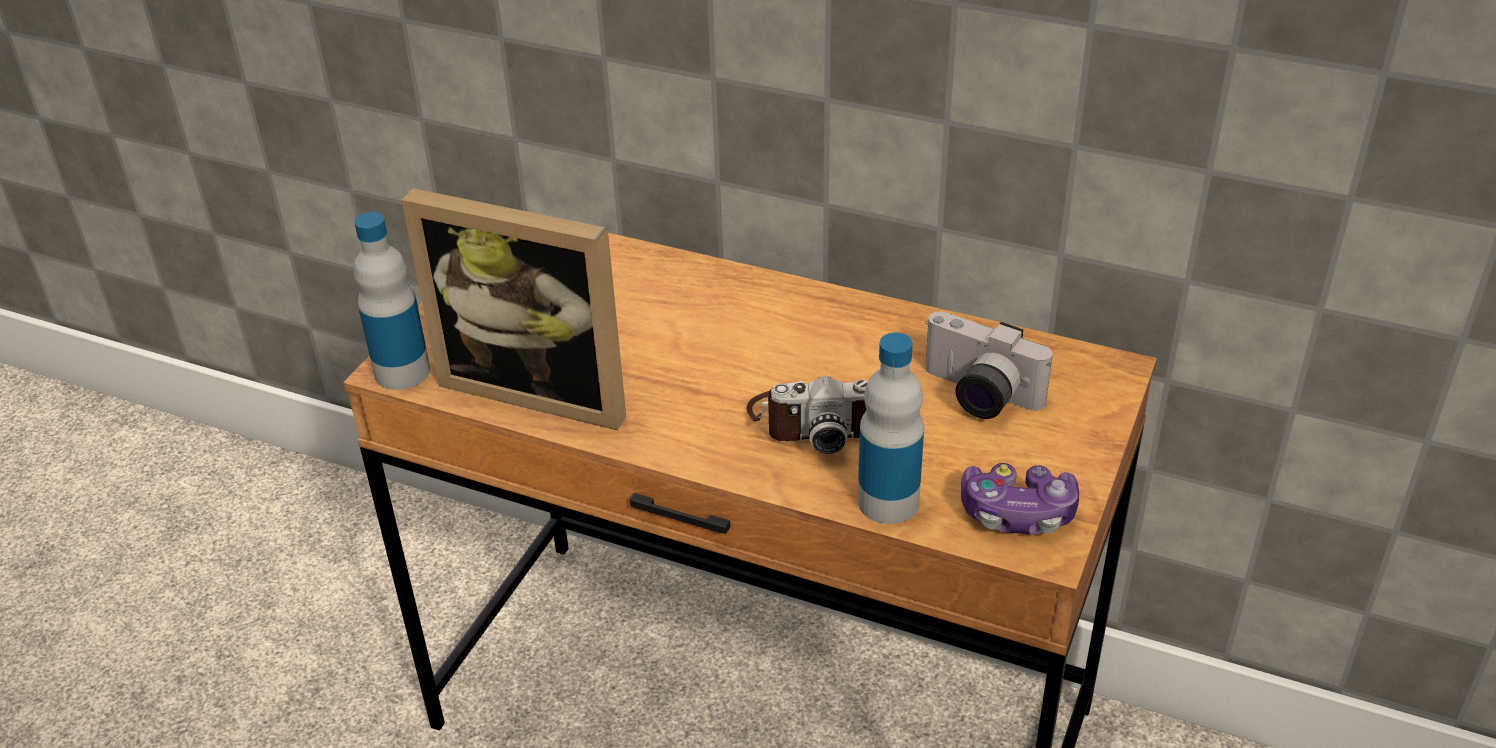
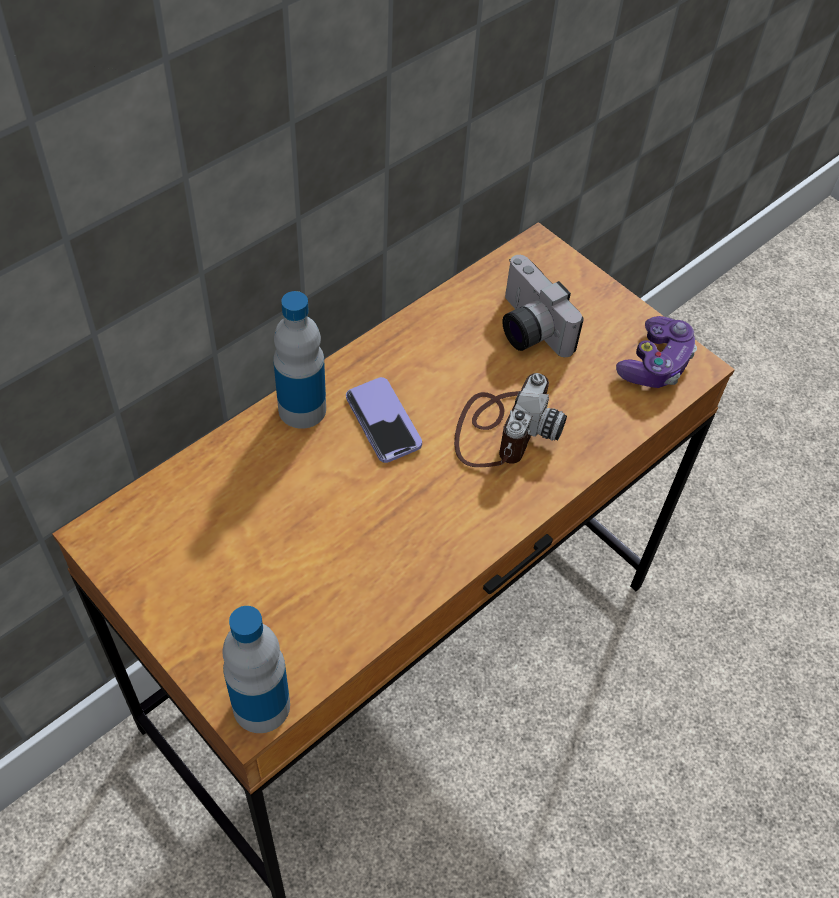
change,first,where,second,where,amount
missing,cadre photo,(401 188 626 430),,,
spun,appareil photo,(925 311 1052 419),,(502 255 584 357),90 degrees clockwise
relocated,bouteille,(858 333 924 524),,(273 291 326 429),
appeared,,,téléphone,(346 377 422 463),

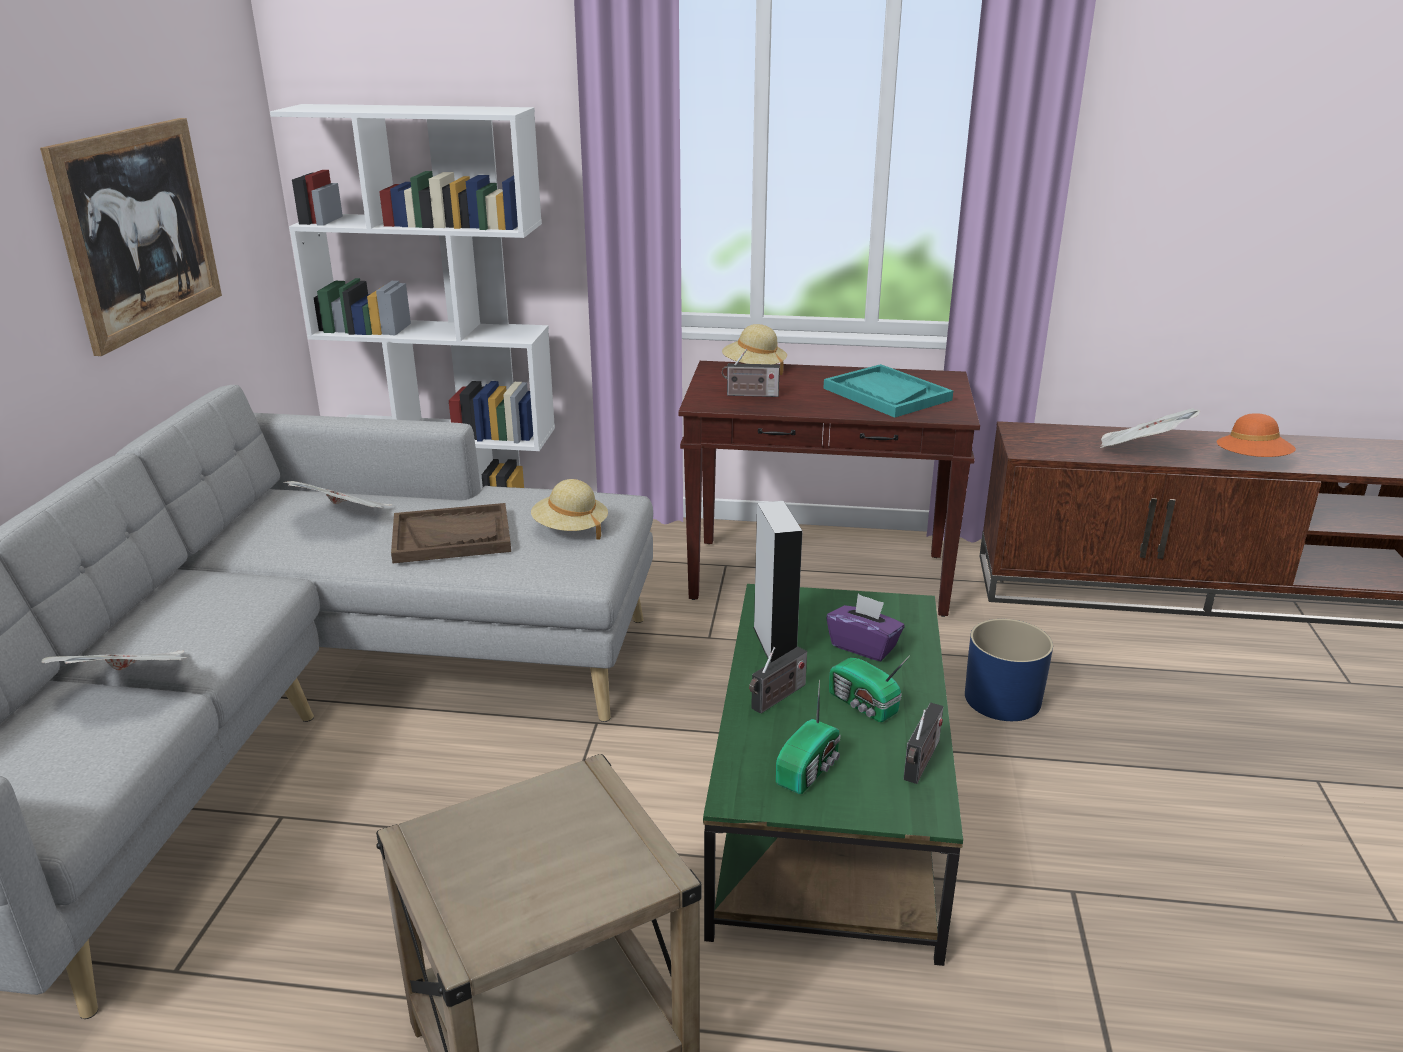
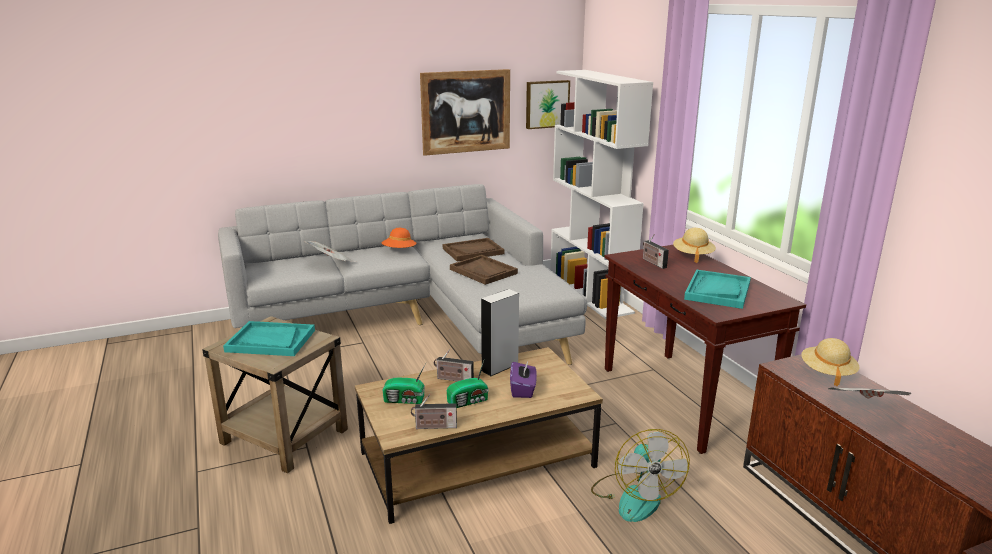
change,first,where,second,where,amount
relocated,chapeau [orange],(1217 413 1296 457),,(382 228 417 248),
relocated,chapeau [beige],(531 479 608 540),,(801 338 859 386),
exchanged,journal,(283 481 392 508),plateau [marron],(443 238 504 261),
colour,table basse [vert],(703 584 963 966),table basse [marron],(355 347 603 524),
exchanged,cache-pot [bleu],(965 619 1053 721),ventilateur,(591 429 690 522),
spun,radio,(829 655 910 722),,(447 361 489 408),135 degrees counterclockwise
appeared,,,tableau,(526 80 570 129),
appeared,,,plateau [turquoise],(223 321 315 356),

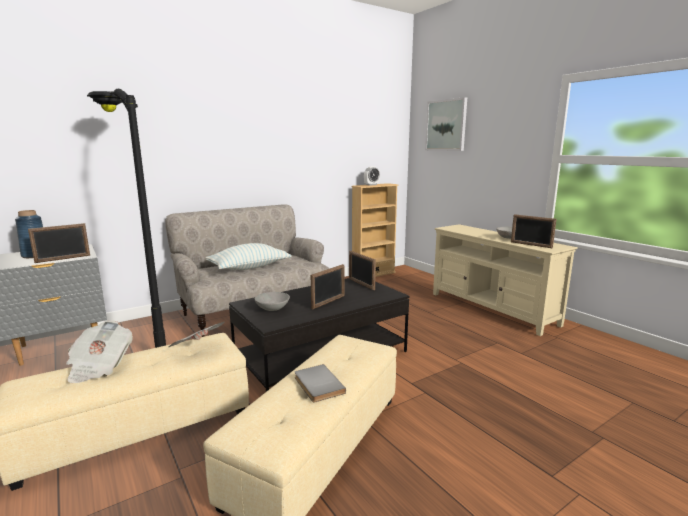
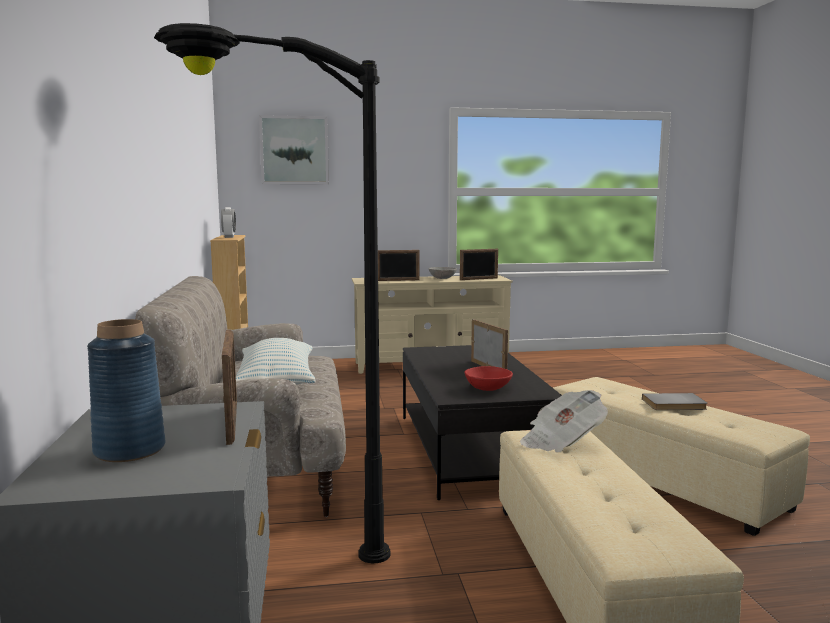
change,first,where,second,where,amount
relocated,cadre photo,(349 251 376 290),,(378 250 420 281),
colour,bol [gris],(255 292 290 311),bol [rouge],(465 366 513 391),
missing,journal,(66 321 133 383),,,

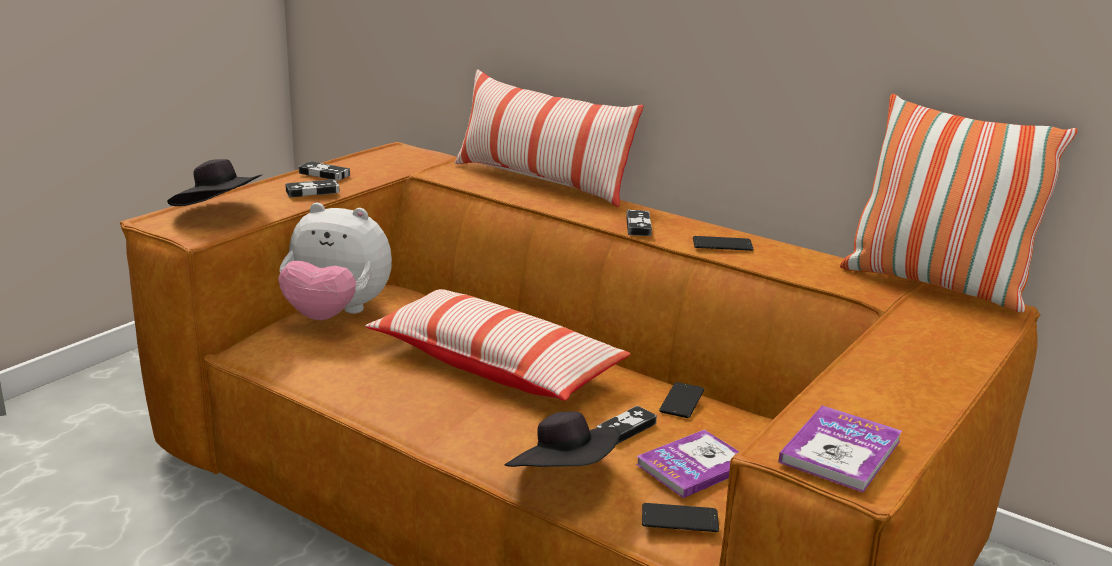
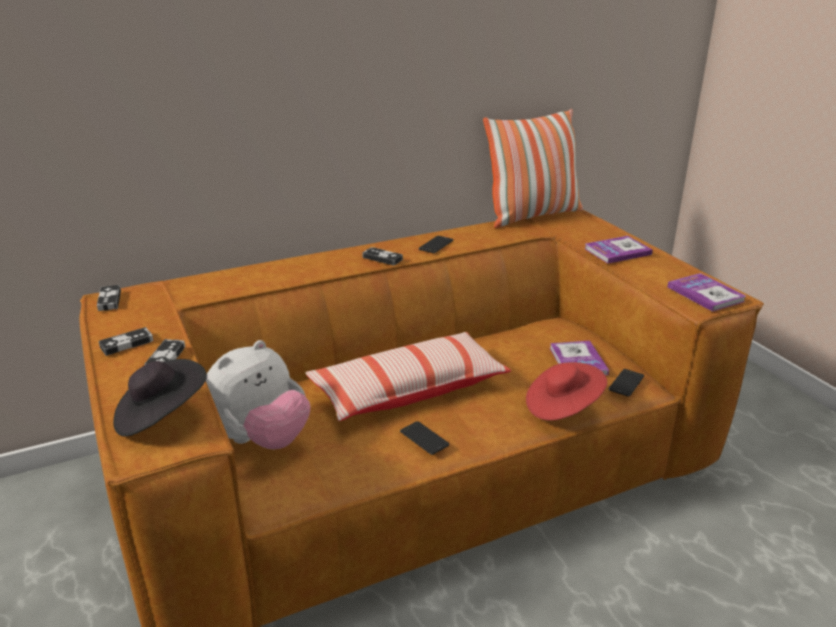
change,first,where,second,where,amount
missing,coussin,(455 69 644 207),,,
relocated,téléphone,(659 382 704 418),,(400 421 449 455),
relocated,manette,(596 406 657 445),,(97 285 121 311),
colour,chapeau [noir],(504 411 621 467),chapeau [rouge],(526 362 607 421),
appeared,,,livre,(585 236 653 264),

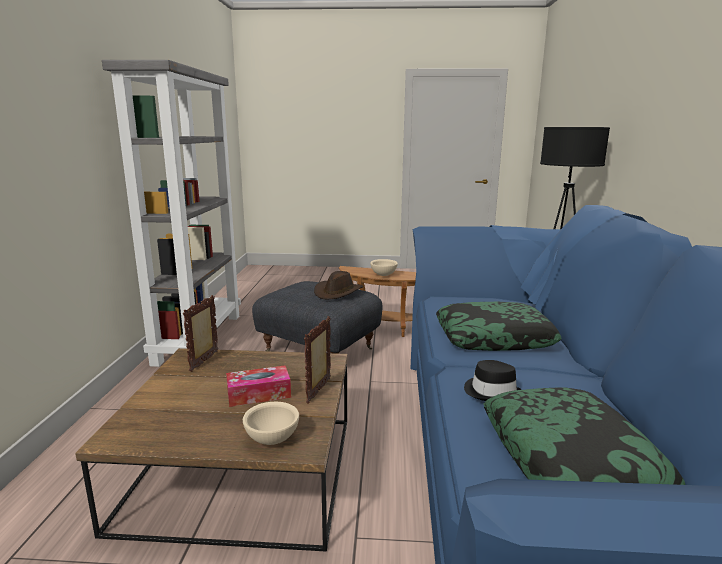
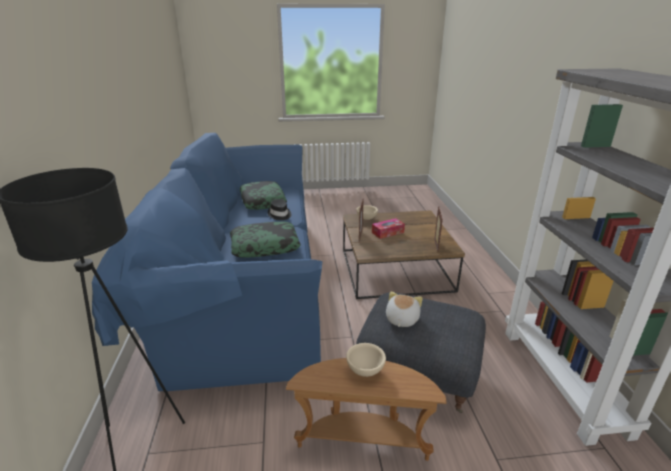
change,first,where,second,where,amount
exchanged,chapeau [marron],(314 271 363 299),peluche,(386 292 423 327),

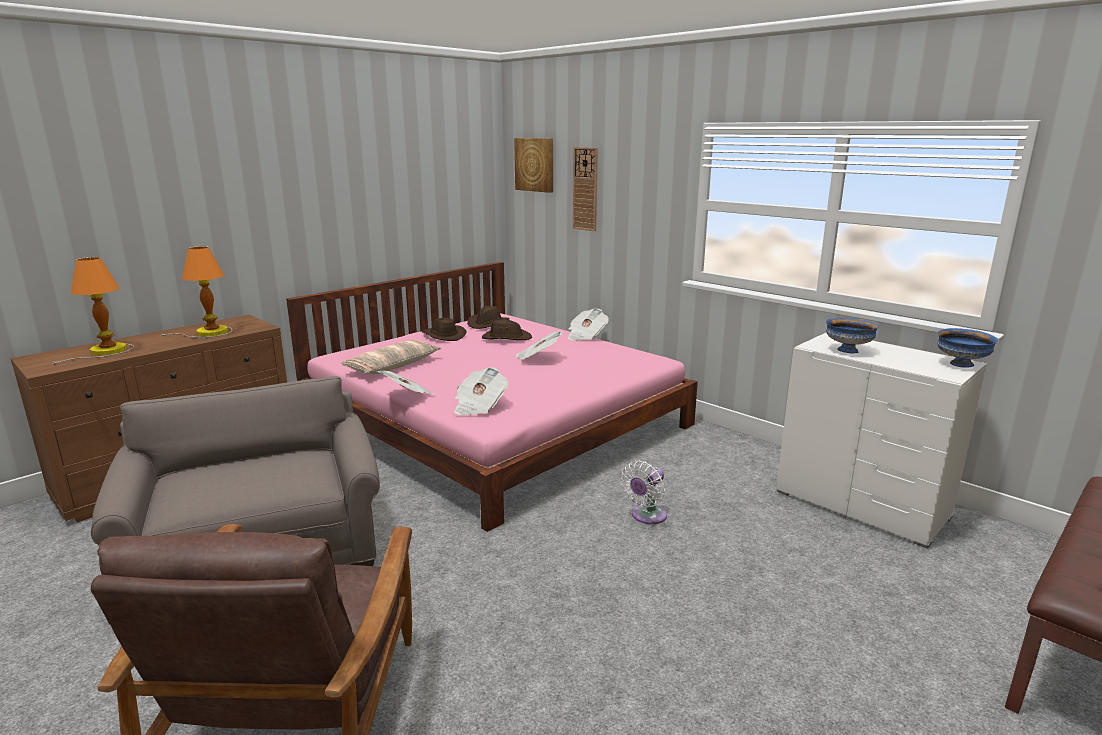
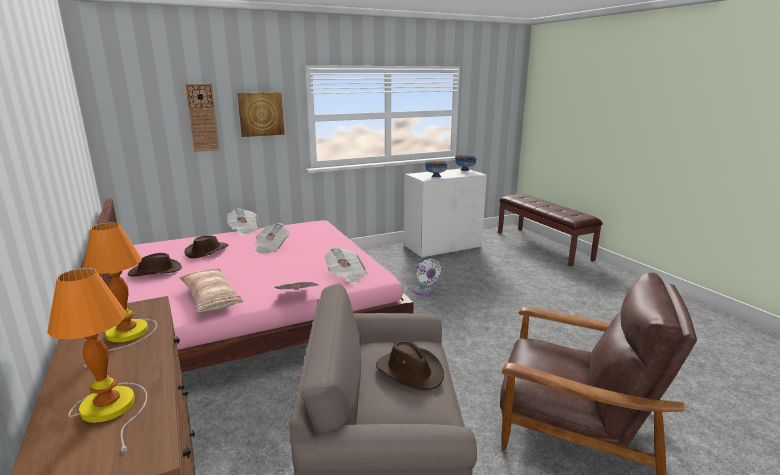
change,first,where,second,where,amount
relocated,tableau,(514 138 553 193),,(237 92 284 137),
relocated,chapeau [marron],(467 306 510 329),,(376 341 444 390),

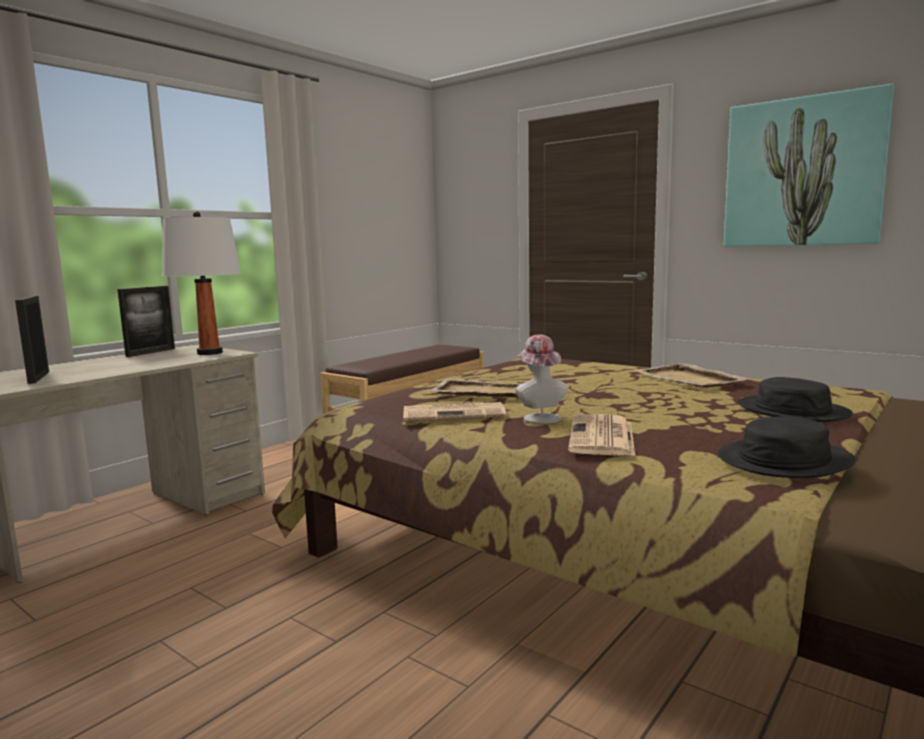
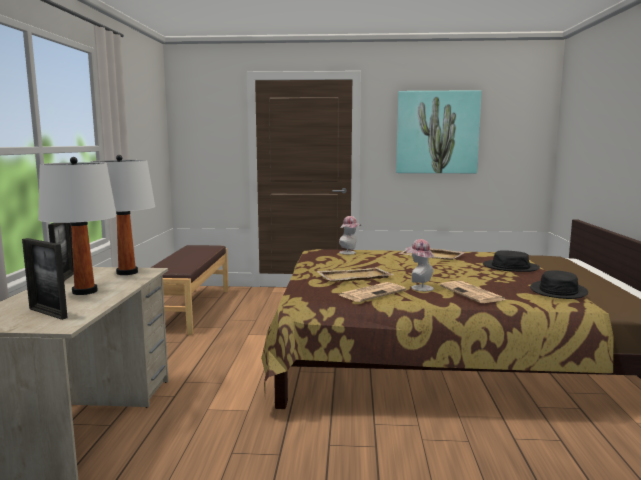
change,first,where,second,where,amount
appeared,,,lampe de table [blanc],(38 157 117 295),
appeared,,,chapeau,(339 216 361 255),

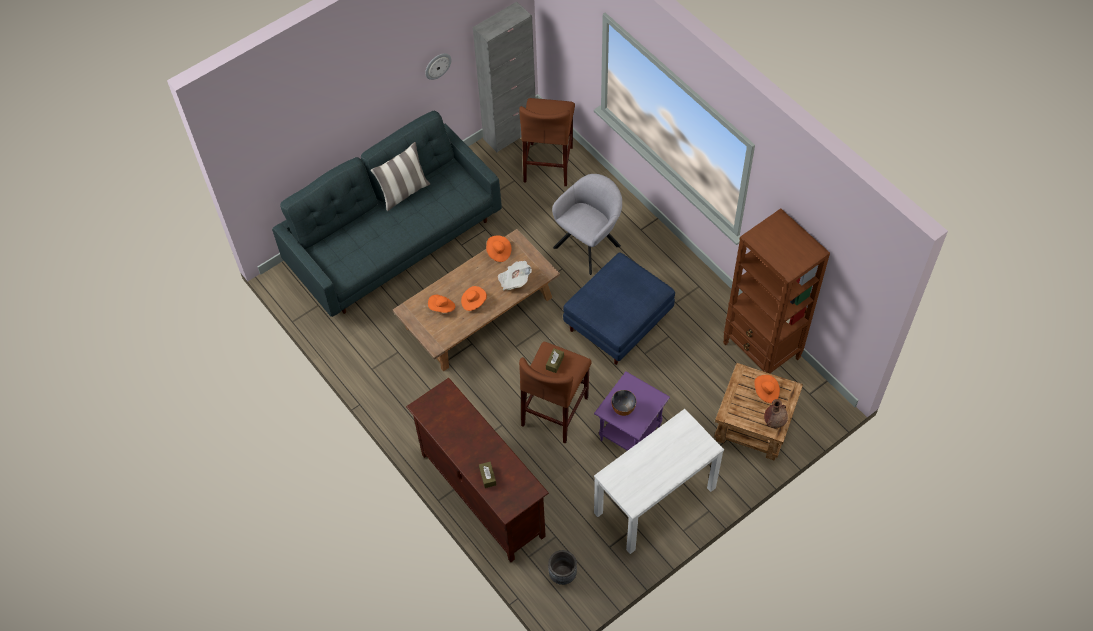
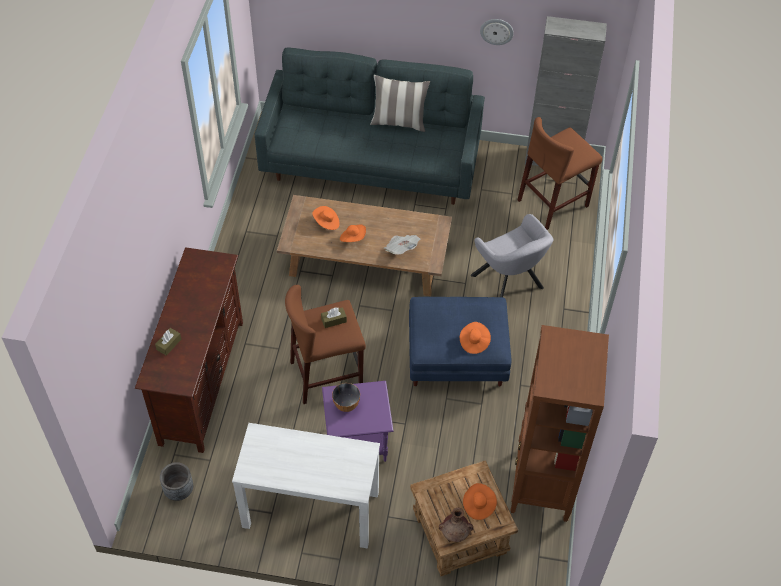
change,first,where,second,where,amount
spun,fauteuil [gris],(552 174 622 275),,(471 214 553 297),60 degrees clockwise
relocated,chapeau [orange],(486 236 512 262),,(460 322 491 354),

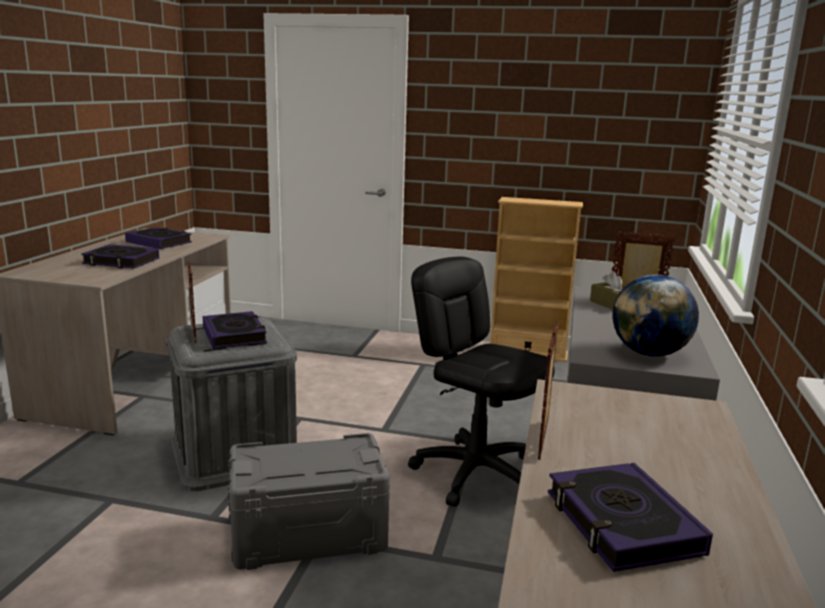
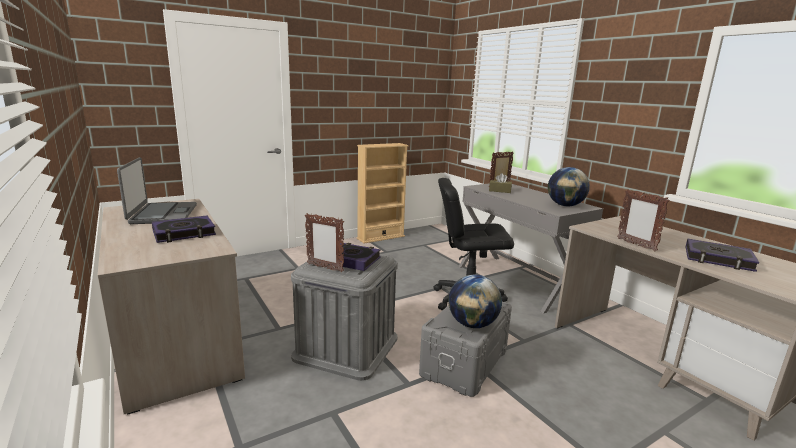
change,first,where,second,where,amount
exchanged,livre,(125 227 192 249),ordinateur portable,(117 157 197 224),
appeared,,,globe,(448 275 502 328),

